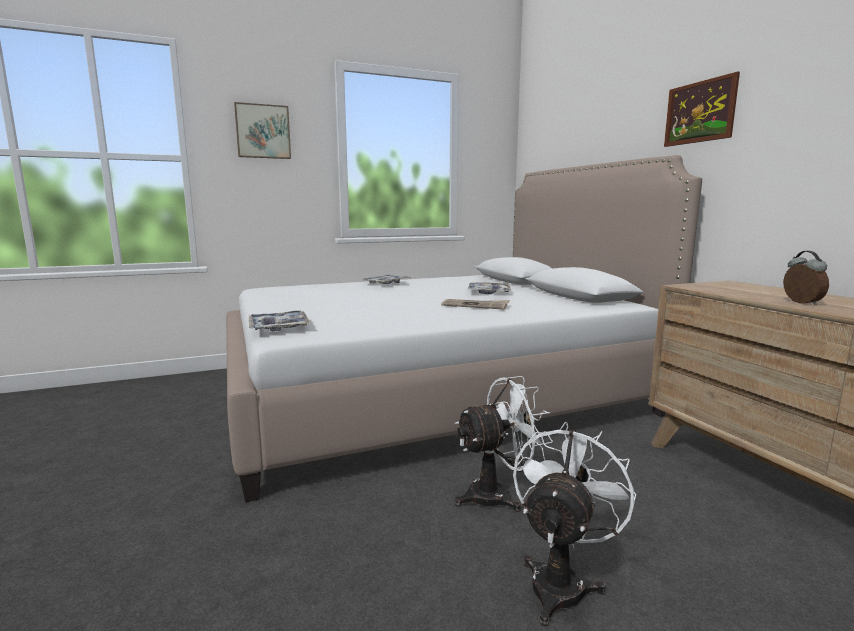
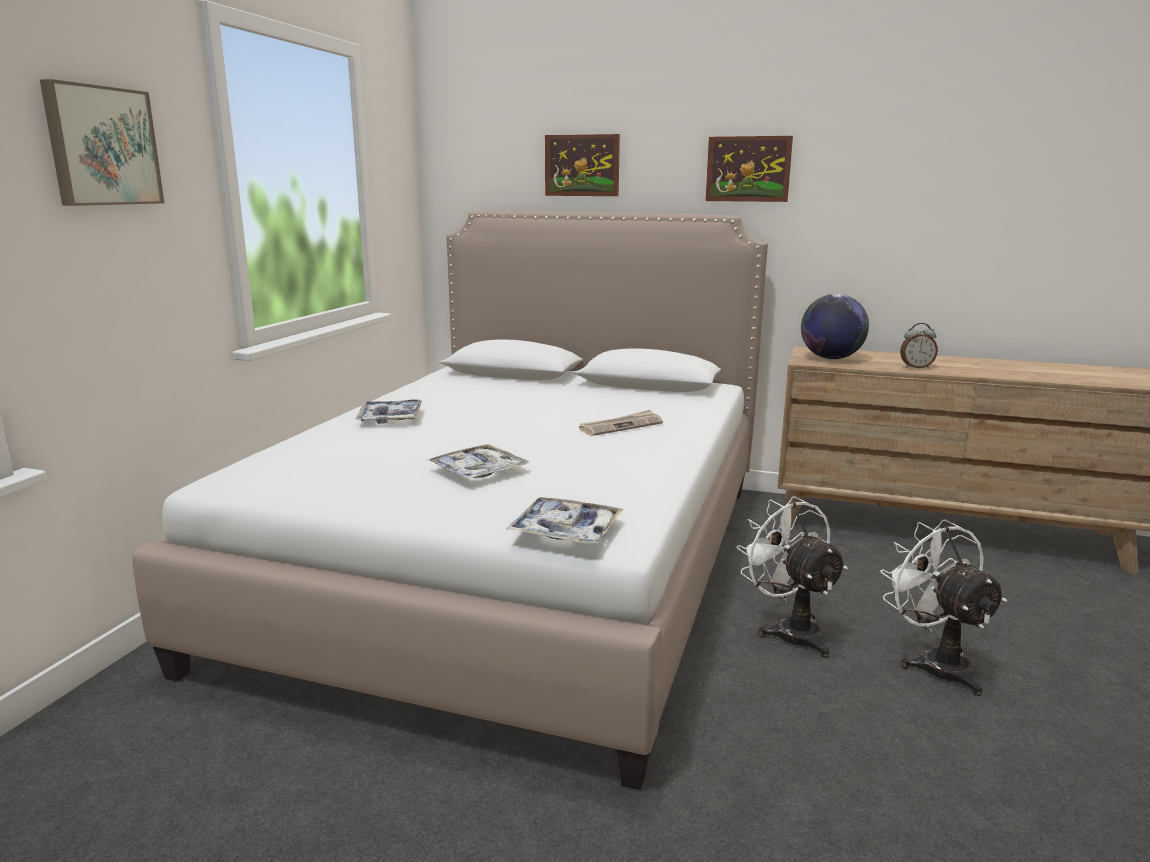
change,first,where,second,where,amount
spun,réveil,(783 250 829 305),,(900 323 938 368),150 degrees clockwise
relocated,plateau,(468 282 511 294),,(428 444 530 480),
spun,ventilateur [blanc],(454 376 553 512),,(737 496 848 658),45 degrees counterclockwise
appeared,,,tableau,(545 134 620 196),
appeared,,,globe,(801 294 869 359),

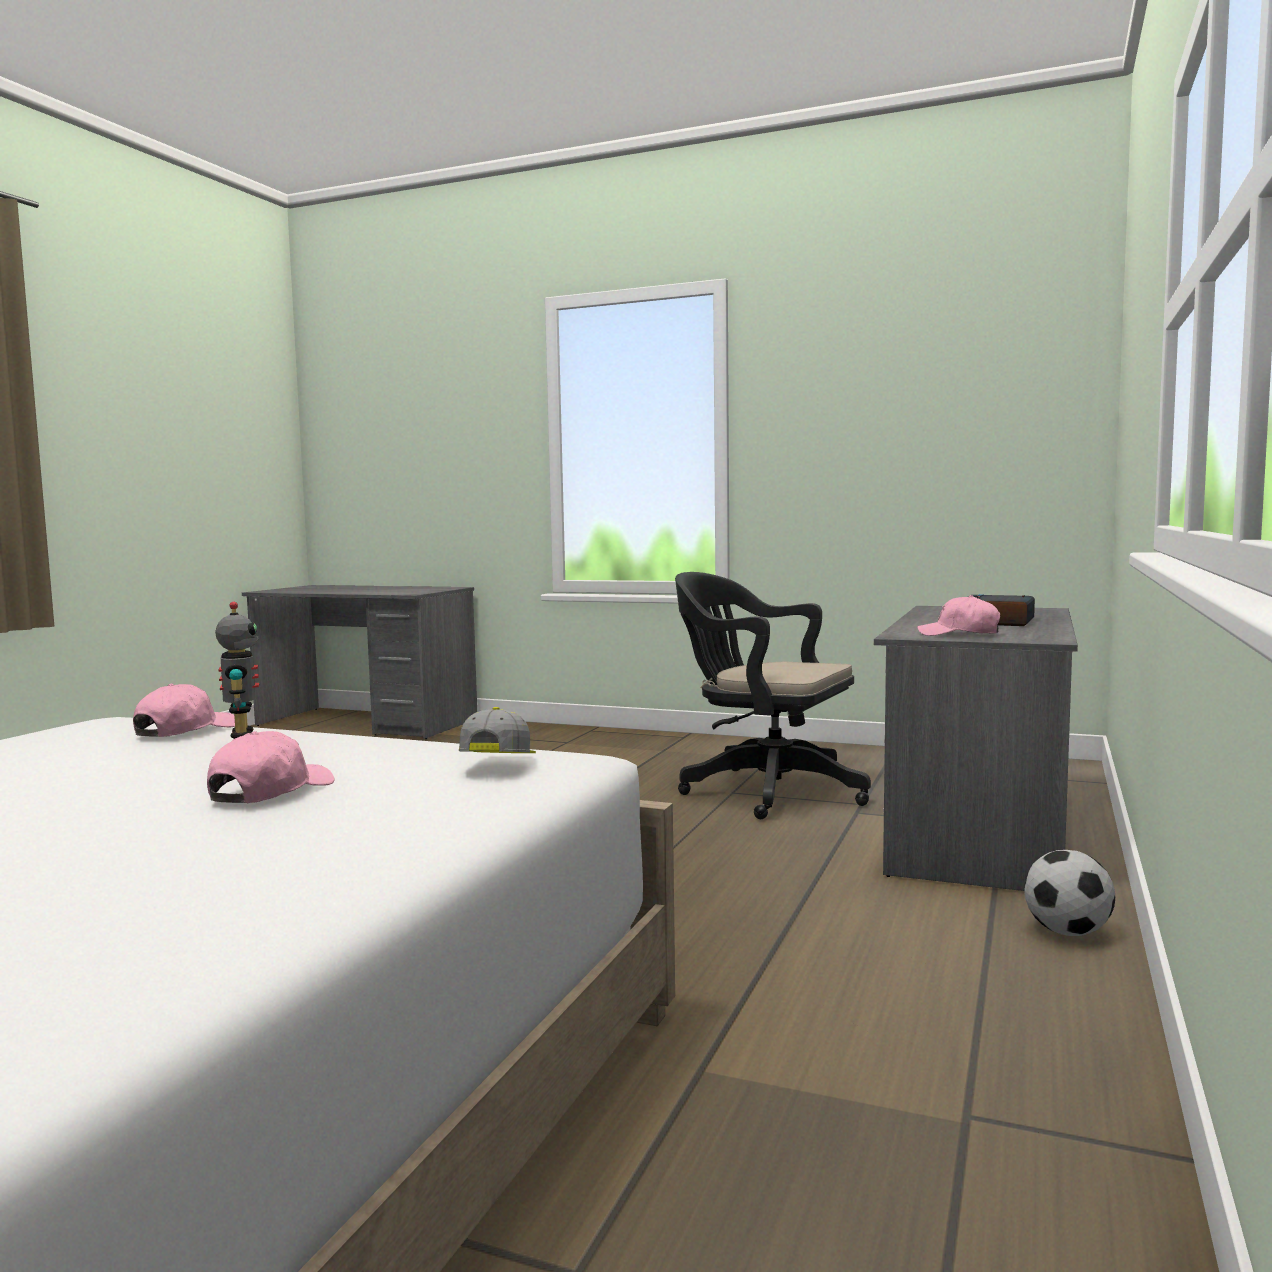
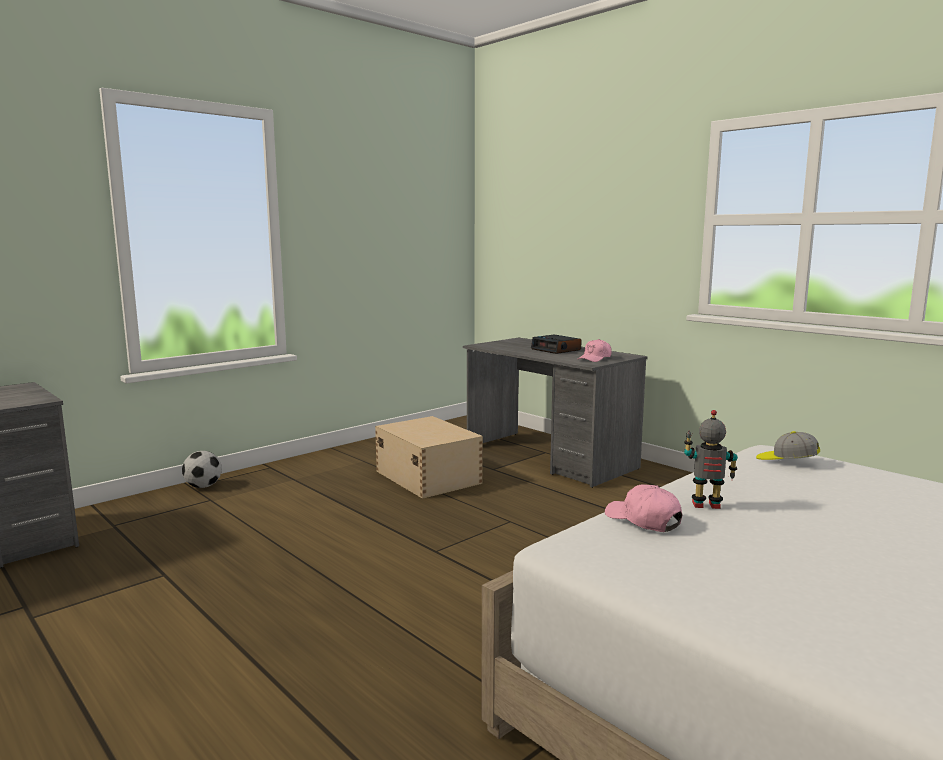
change,first,where,second,where,amount
exchanged,chaise de bureau [noir],(675 572 871 819),boîte de rangement [beige],(375 416 483 499),
missing,casquette [rose],(207 731 334 803),,,
relocated,ballon de foot,(1024 850 1115 936),,(182 451 222 488),

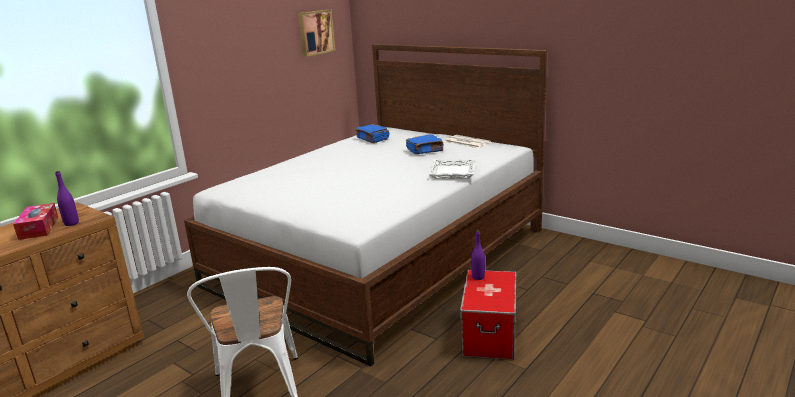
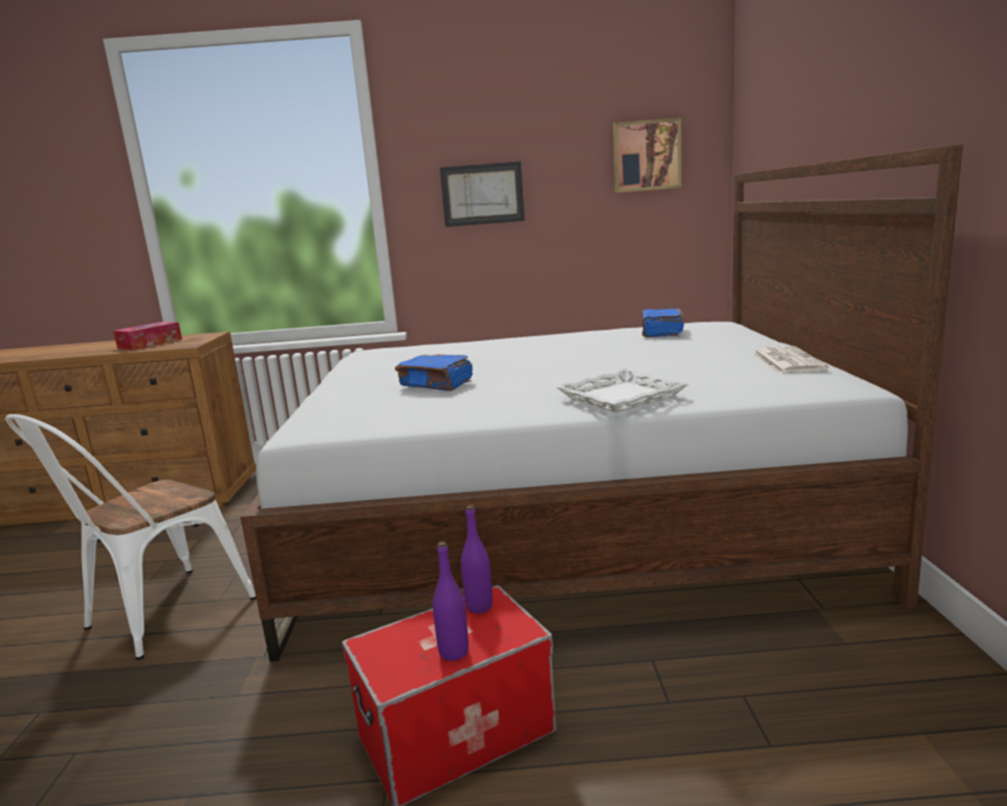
change,first,where,second,where,amount
relocated,livre [bleu],(406 134 444 154),,(395 354 473 391),
relocated,bouteille [violet],(55 171 79 226),,(433 542 469 661),
appeared,,,tableau,(440 161 525 227),

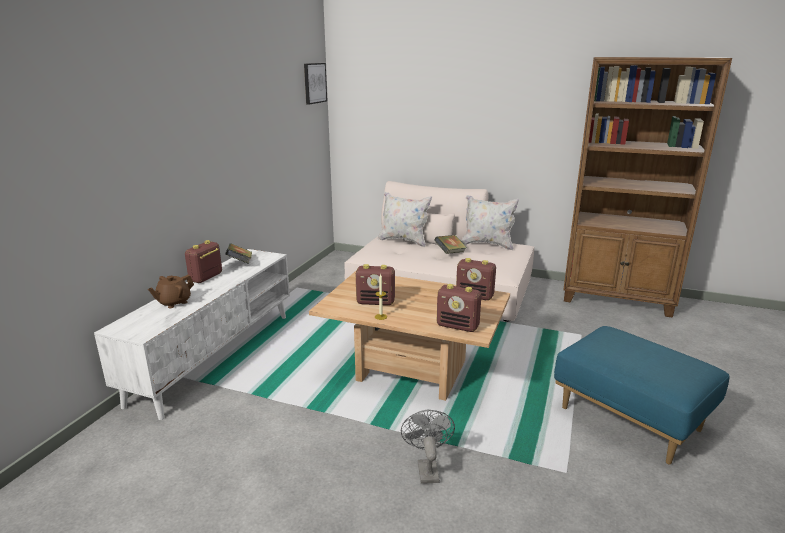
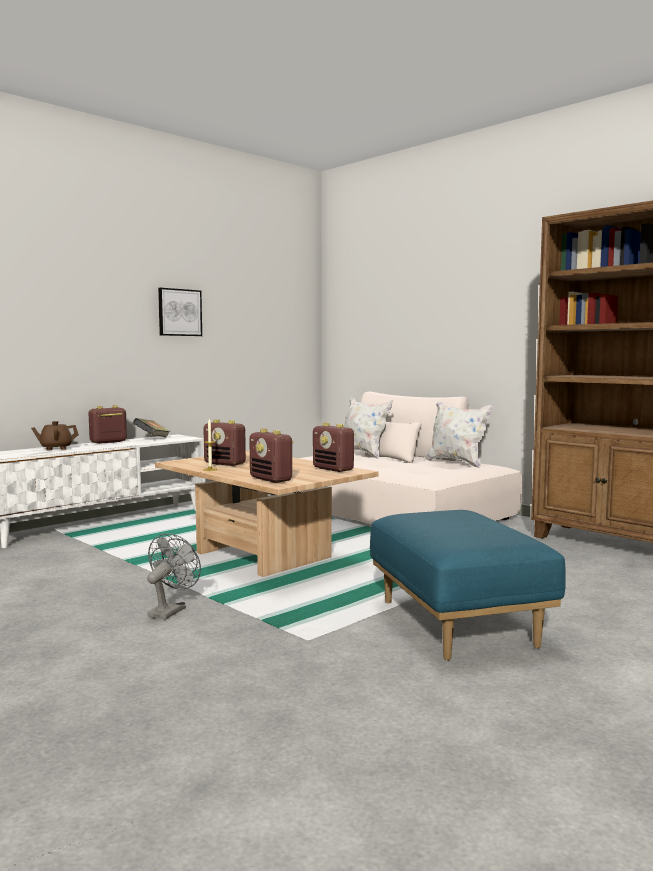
change,first,where,second,where,amount
relocated,tableau,(304 63 327 105),,(158 288 202 336),
missing,livre,(434 235 467 254),,,

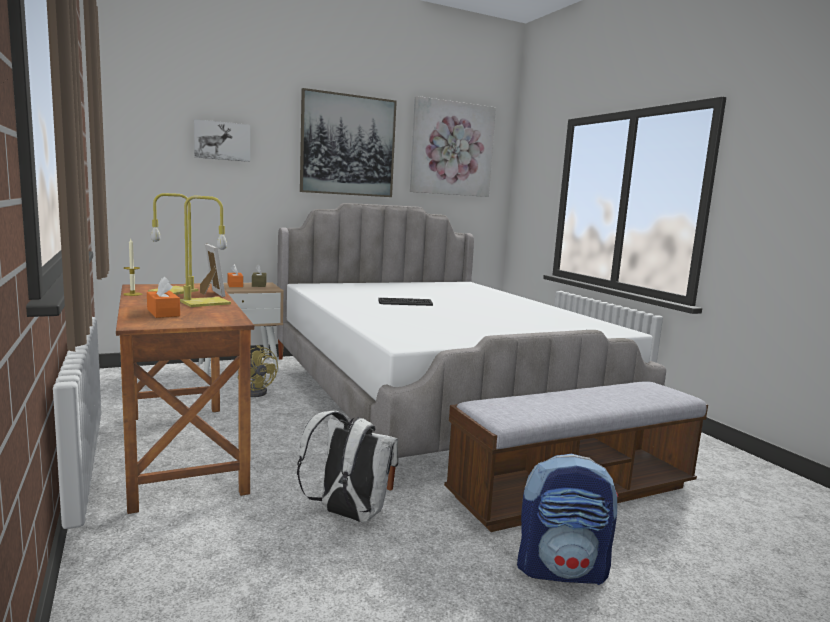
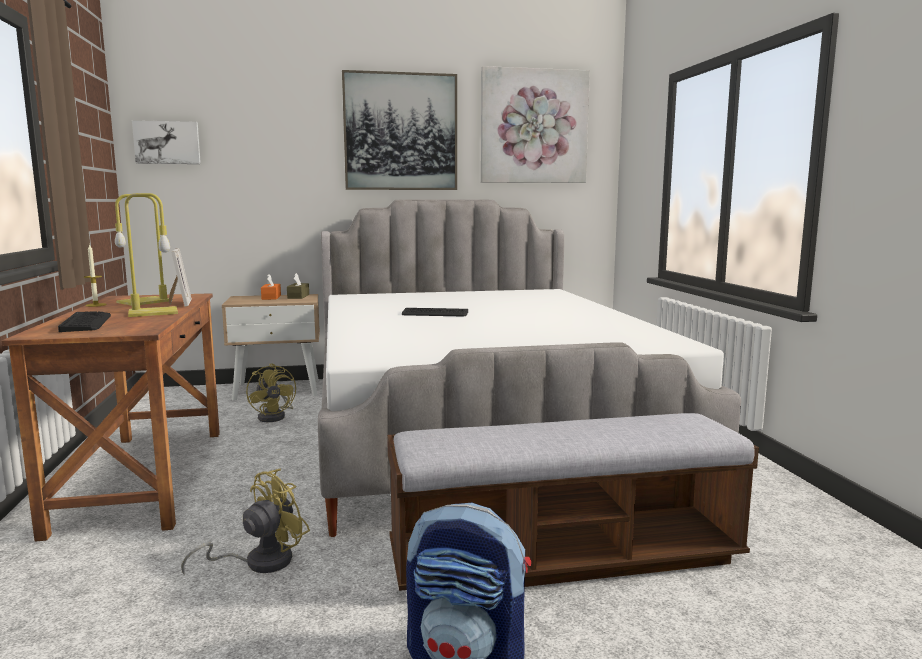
change,first,where,second,where,amount
relocated,tableau,(194 119 250 162),,(132 120 201 164),
exchanged,boîte à mouchoirs [orange],(147 277 180 318),clavier,(58 311 111 332),
exchanged,sac à dos [blanc],(297 411 398 522),ventilateur [jaune],(181 469 310 576),

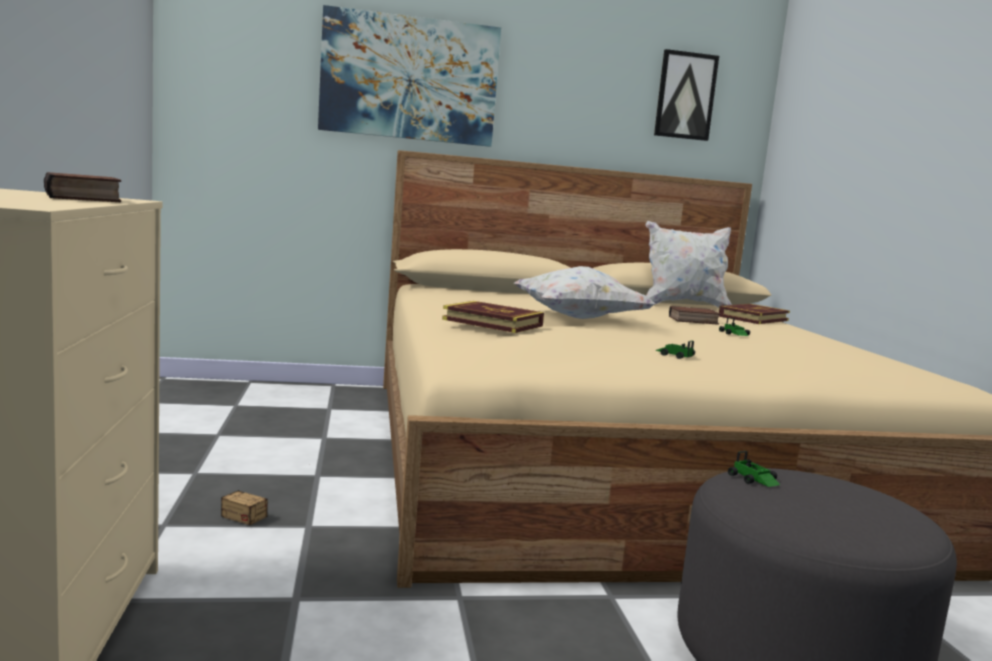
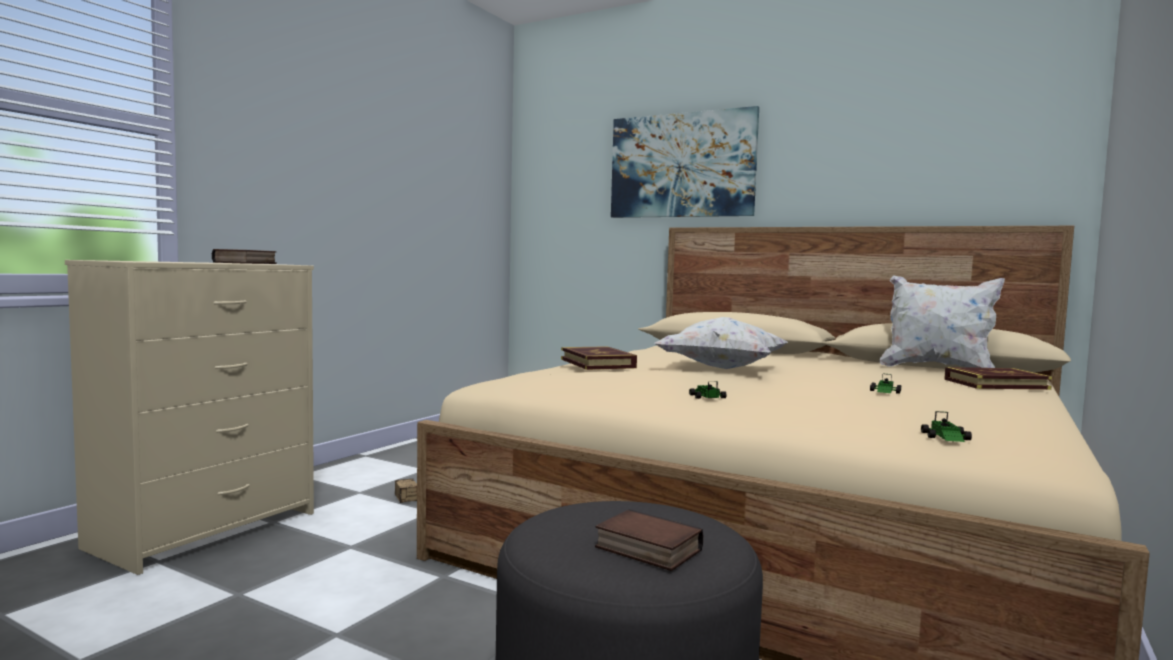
change,first,where,second,where,amount
missing,tableau,(654 49 719 141),,,
relocated,livre,(669 306 721 325),,(595 509 703 571),
relocated,petite voiture,(728 451 780 487),,(921 411 972 442),

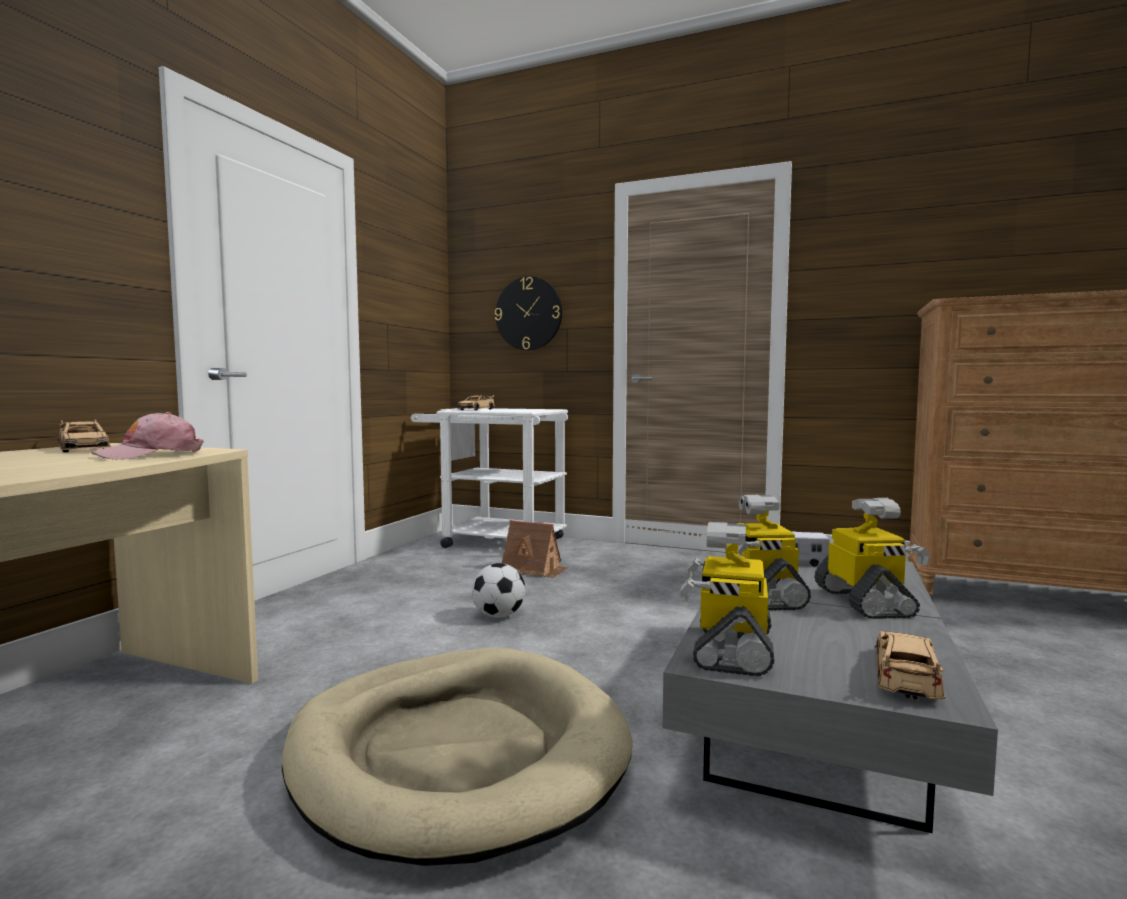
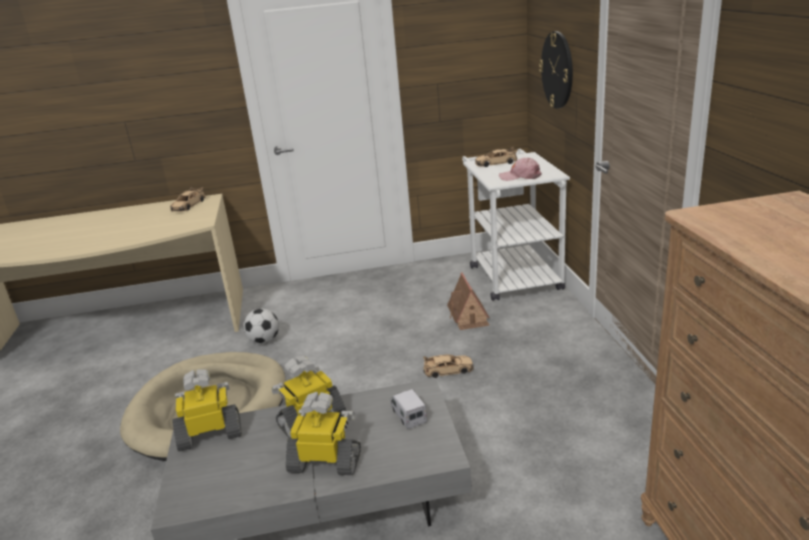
change,first,where,second,where,amount
relocated,casquette [rose],(91 412 204 460),,(499 158 541 181),
spun,robot jouet,(814 498 930 619),,(286 392 361 475),135 degrees counterclockwise
relocated,ballon de foot,(472 563 525 618),,(243 309 279 344),
relocated,petite voiture [beige],(874 631 945 700),,(423 355 474 378),

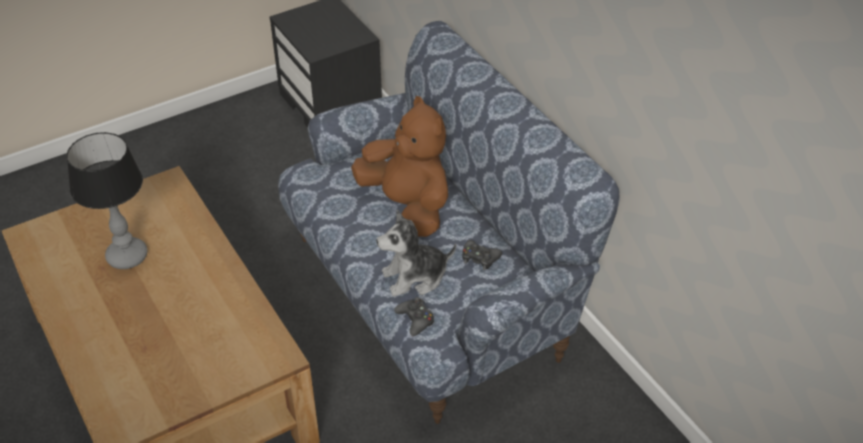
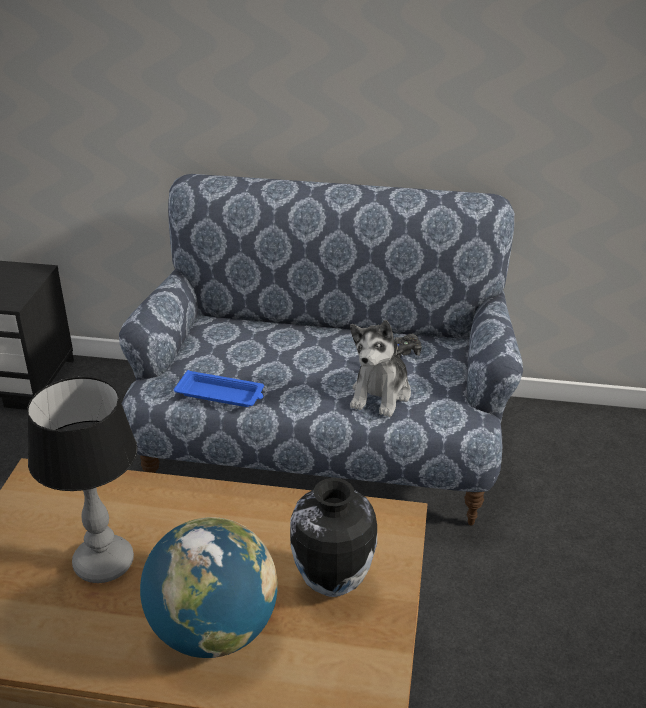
change,first,where,second,where,amount
missing,peluche [marron],(351 96 448 237),,,
missing,manette [noir],(394 297 434 336),,,
appeared,,,plateau [bleu],(174 370 264 407),
appeared,,,vase,(290 478 377 597),
appeared,,,globe,(140 517 278 658),

